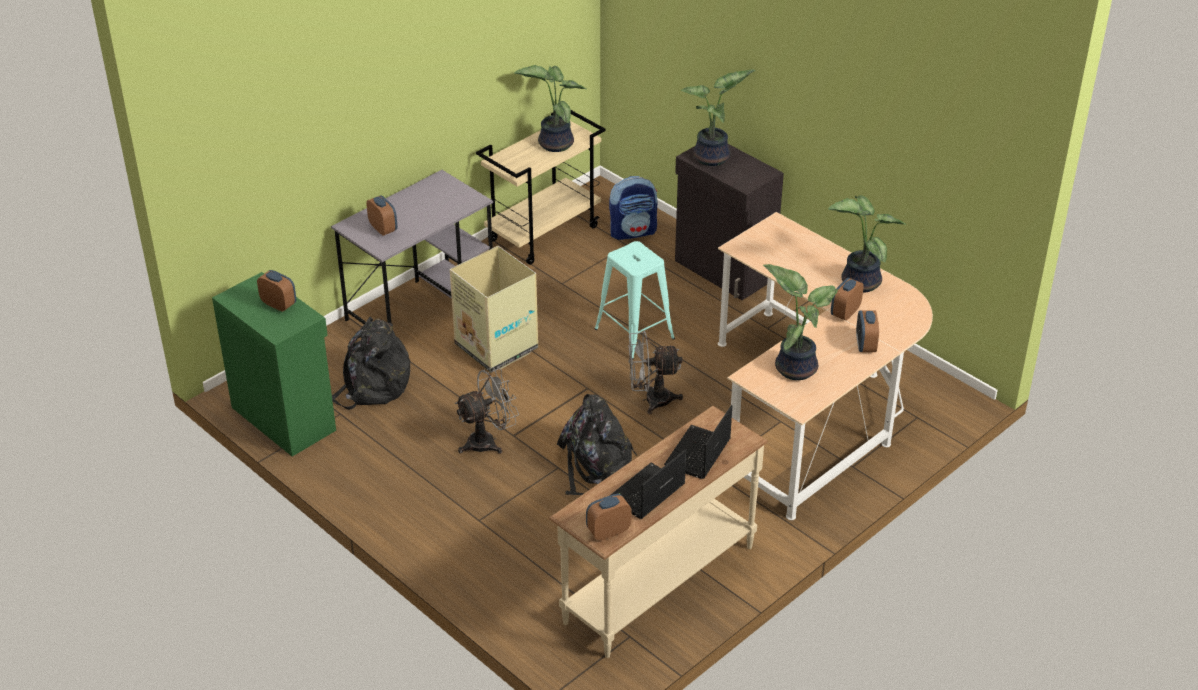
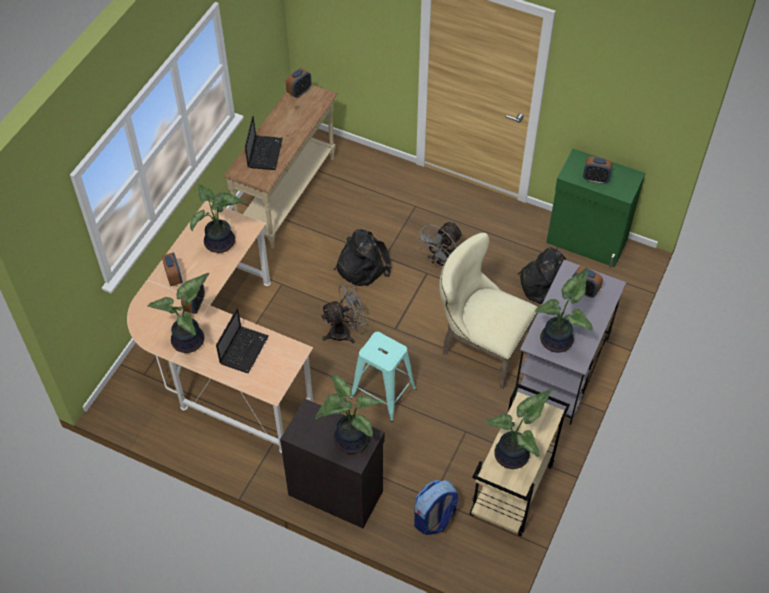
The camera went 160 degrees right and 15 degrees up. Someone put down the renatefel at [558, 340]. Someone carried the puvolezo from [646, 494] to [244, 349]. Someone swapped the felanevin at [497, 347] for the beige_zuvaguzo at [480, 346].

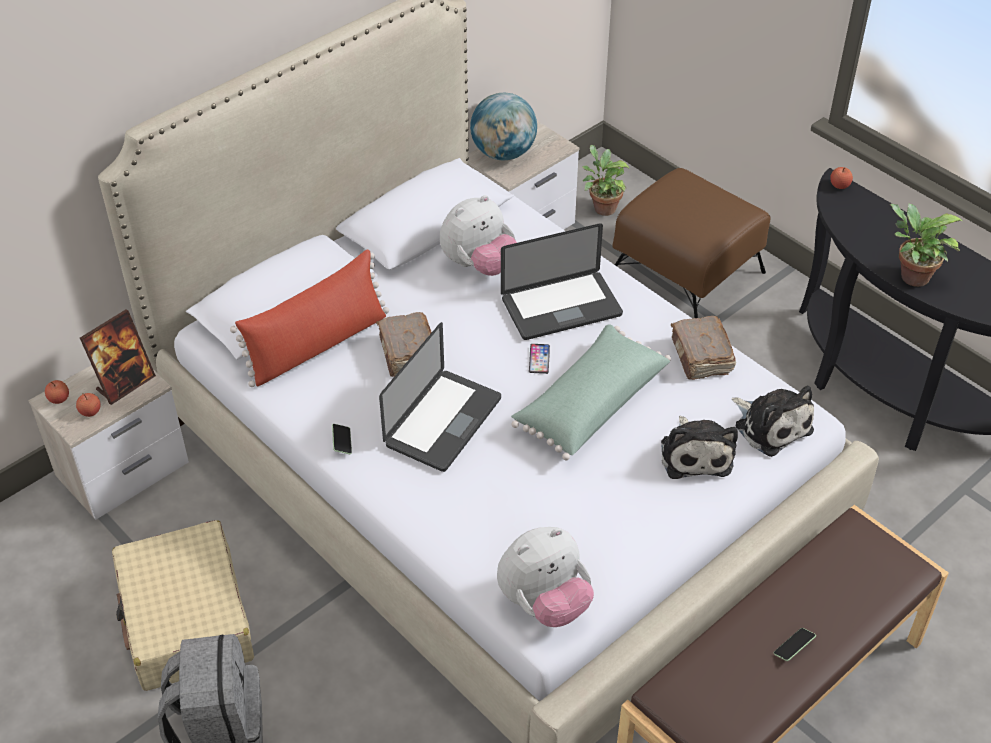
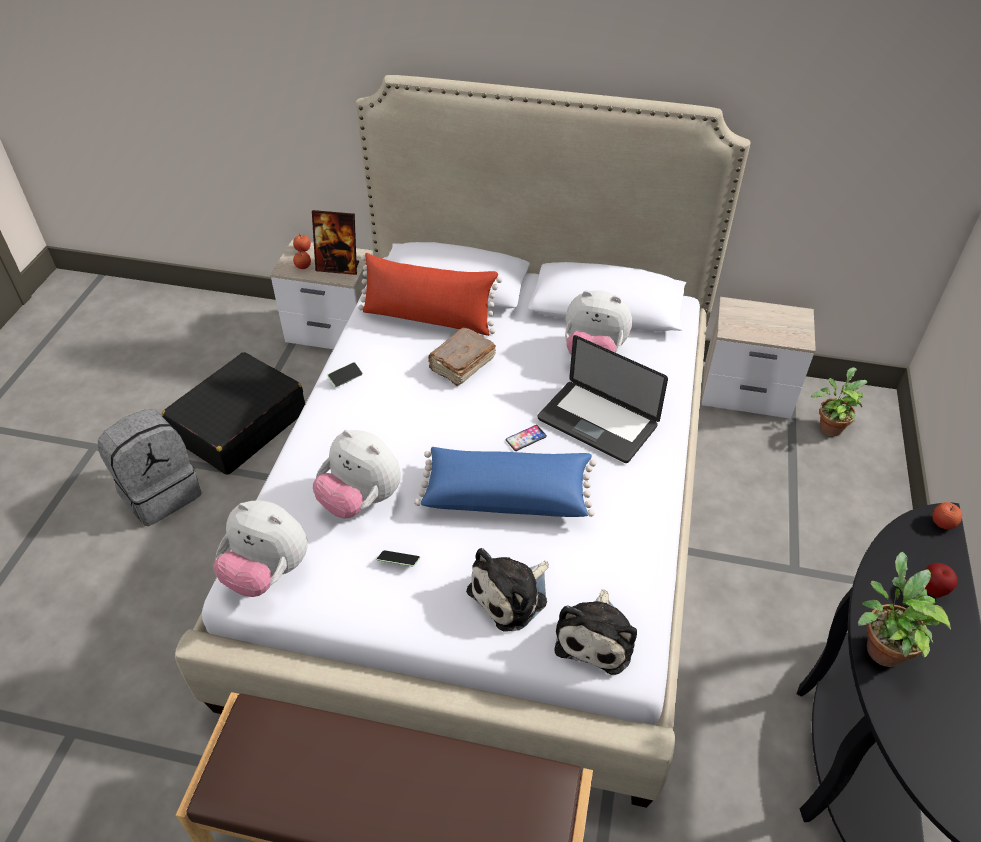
The camera went 55 degrees right and 0 degrees up. Someone took away the puvolezo at [443, 422]. Someone took away the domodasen at [503, 153]. Someone took away the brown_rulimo at [686, 275]. Someone took away the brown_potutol at [701, 357]. Someone put down the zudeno at [361, 500]. Someone put down the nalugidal at [932, 590]. Someone carried the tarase from [793, 648] to [398, 561]. Someone repainted the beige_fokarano at [186, 619], which became the black_fokarano at [239, 425]. Someone repainted the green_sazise at [589, 404], which became the blue_sazise at [507, 494].

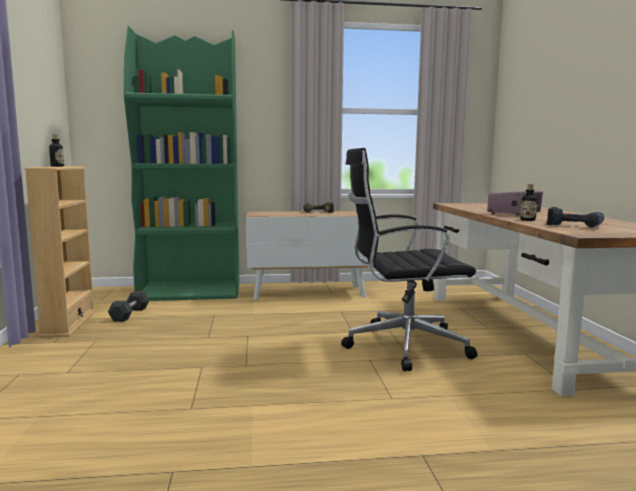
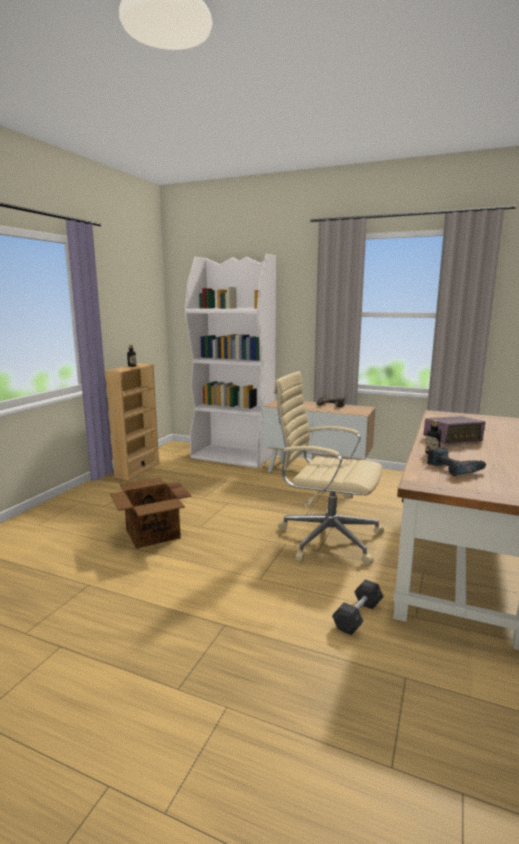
The camera went 30 degrees right and 5 degrees up. Someone put down the felanevin at [152, 534]. Someone carried the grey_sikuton from [130, 314] to [357, 616]. Someone repainted the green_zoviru at [191, 292], which became the white_zoviru at [233, 456]. Someone repainted the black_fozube at [402, 345], which became the beige_fozube at [326, 538].

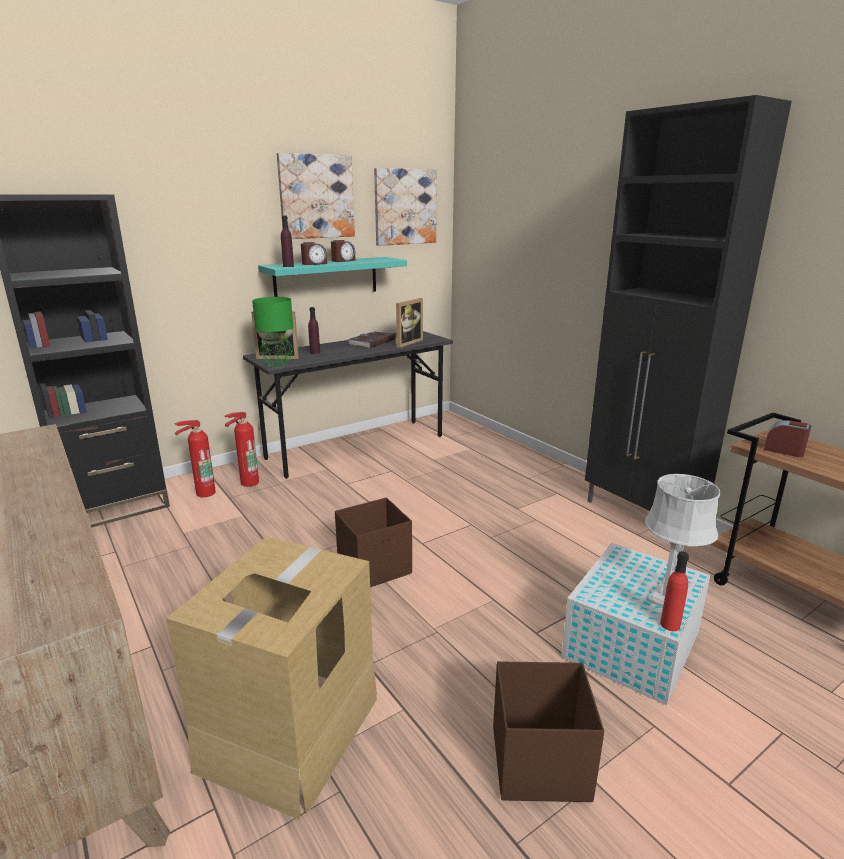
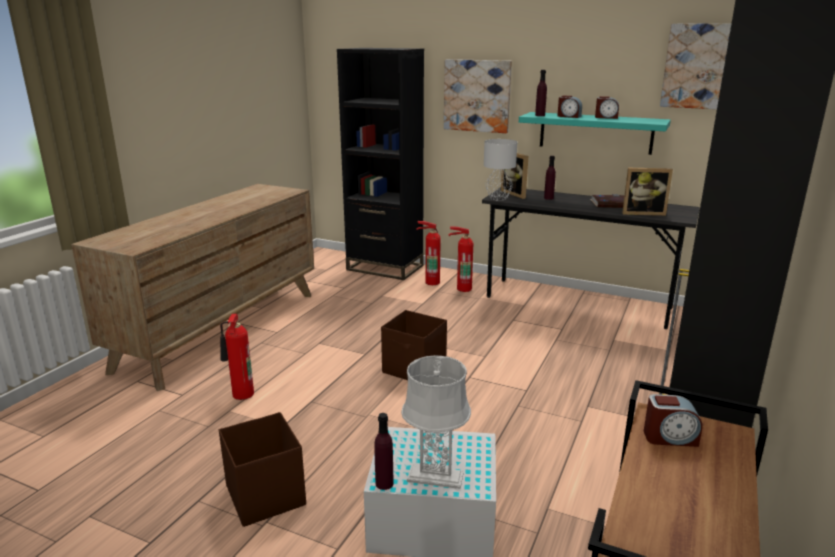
The camera went 60 degrees right and 0 degrees up. Someone carried the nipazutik from [316, 197] to [477, 95]. Someone swapped the felanevin at [289, 731] for the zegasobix at [240, 395]. Someone repainted the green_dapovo at [277, 365], which became the grey_dapovo at [498, 198]. Someone repainted the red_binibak at [670, 625], which became the purple_binibak at [384, 483]. Someone rotated the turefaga at [784, 450] by 90 degrees clockwise.

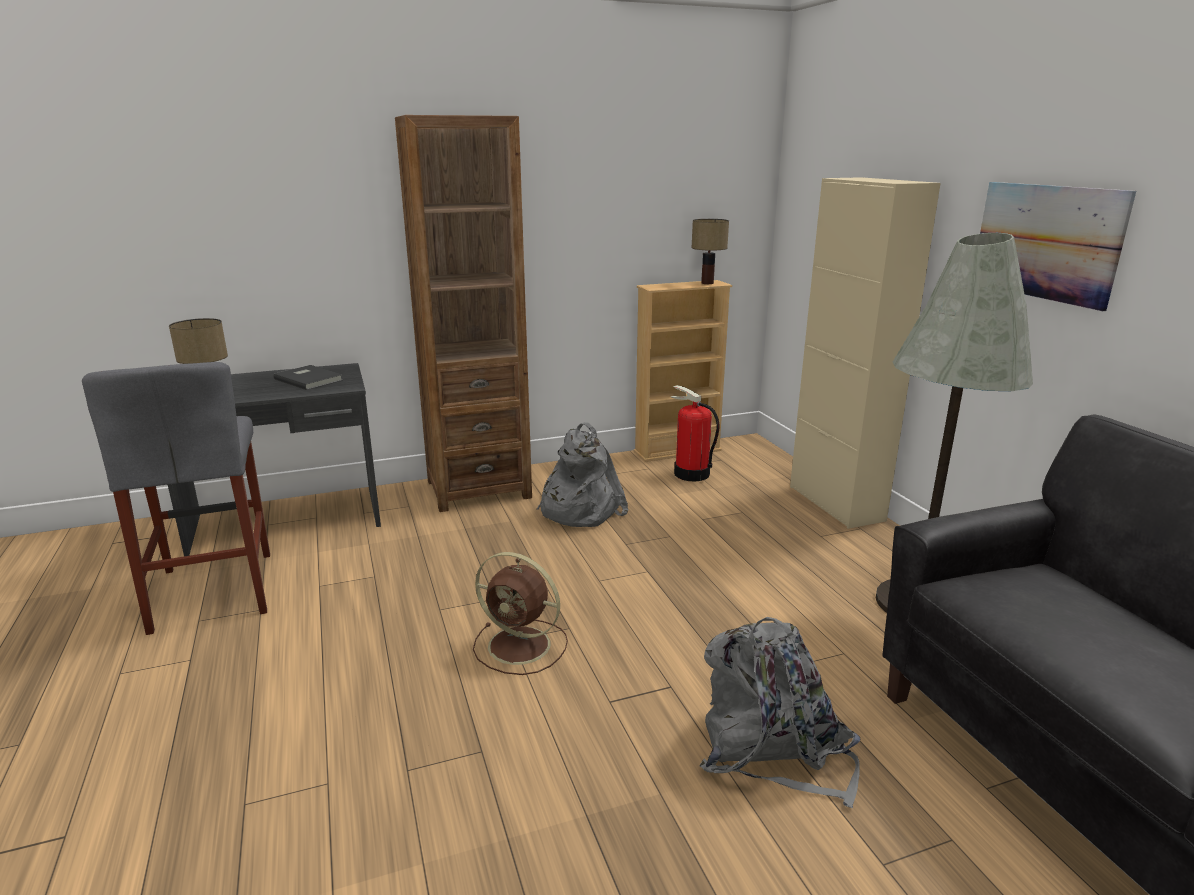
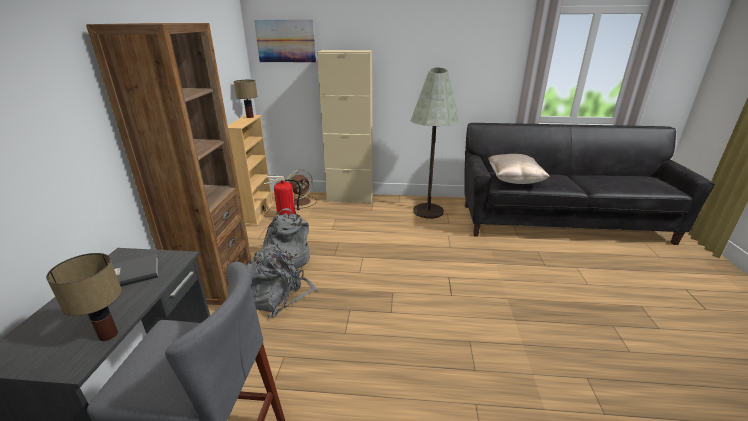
The camera went 65 degrees left and 5 degrees up. Someone put down the beige_sazise at [514, 180]. Someone carried the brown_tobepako from [522, 646] to [301, 202]. Someone carried the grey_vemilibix from [772, 749] to [279, 296]. Someone carried the nipazutik from [1045, 242] to [285, 41].

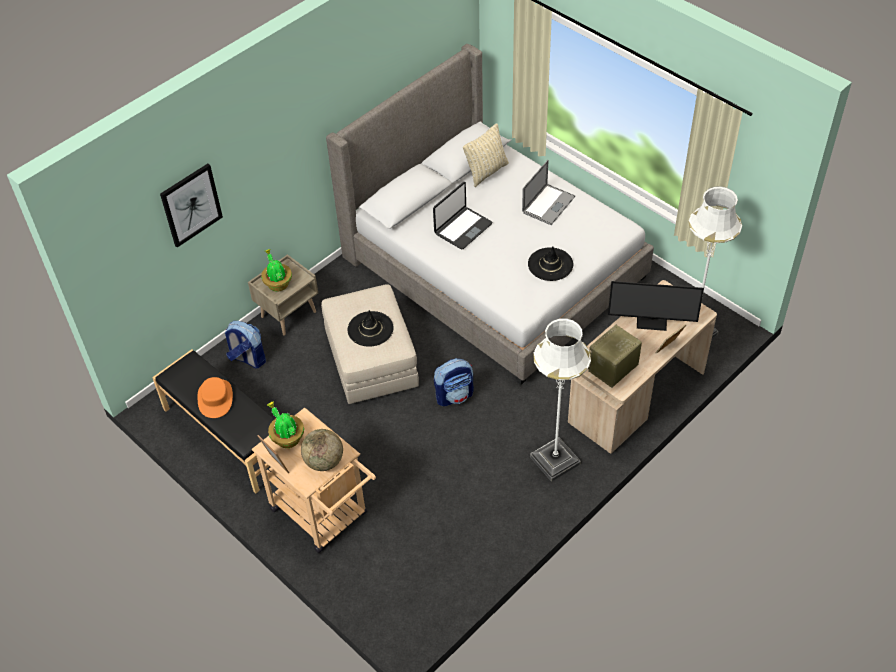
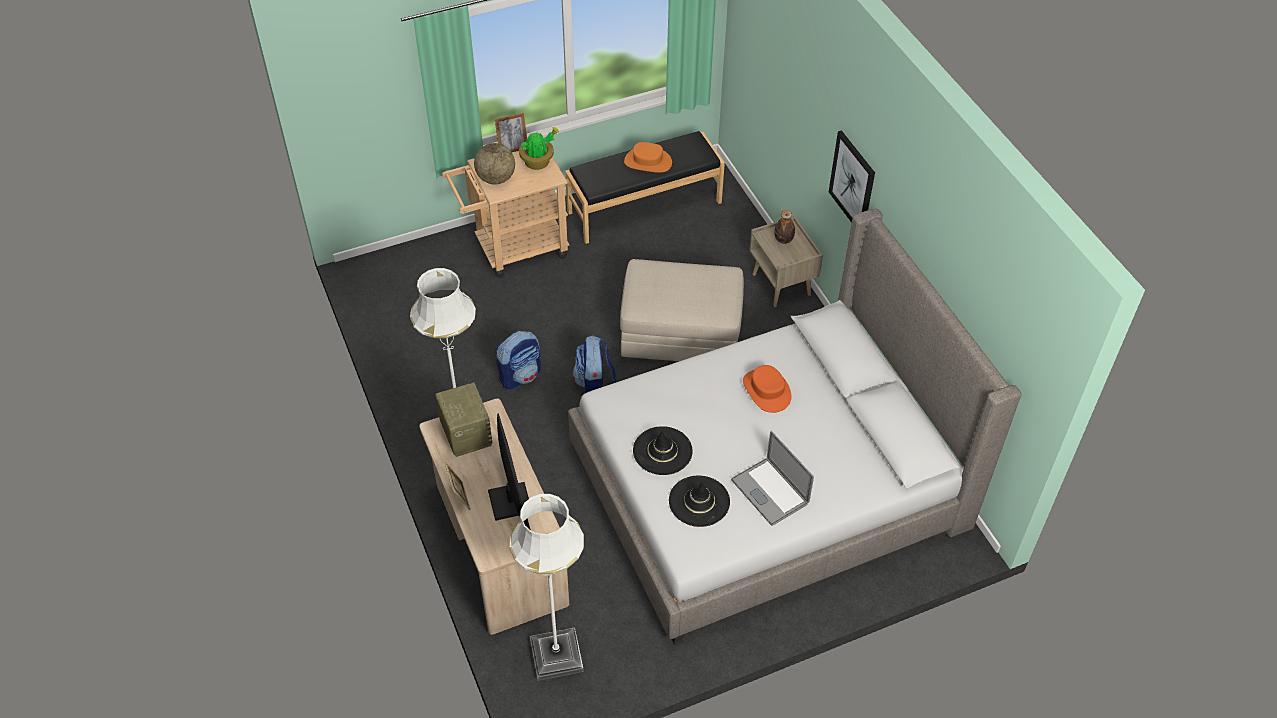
The camera went 110 degrees right and 0 degrees up. Someone took away the beige_sazise at [486, 172]. Someone carried the nipazutik from [191, 205] to [852, 182]. Someone carried the vemilibix from [247, 359] to [520, 375]. Someone carried the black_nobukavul from [370, 329] to [699, 501]. Someone swapped the renatefel at [278, 283] for the binibak at [783, 240]. Someone swapped the puvolezo at [462, 228] for the orange_nobukavul at [767, 390]. Someone rotated the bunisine at [651, 319] by 135 degrees clockwise.

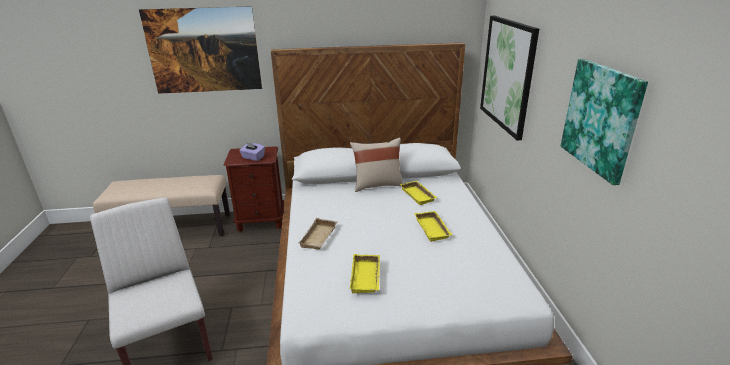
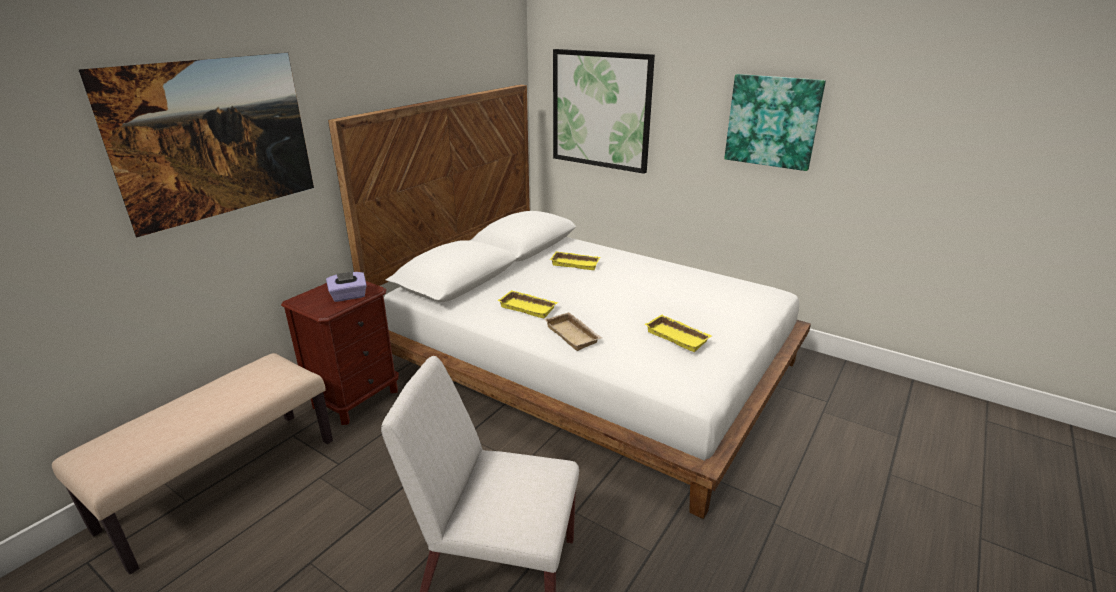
The camera went 50 degrees left and 0 degrees up. Someone took away the beige_sazise at [377, 185]. Someone carried the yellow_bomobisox from [433, 229] to [529, 307].

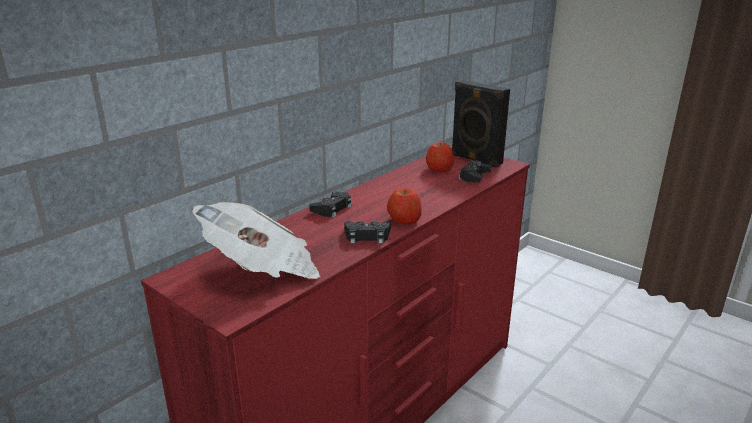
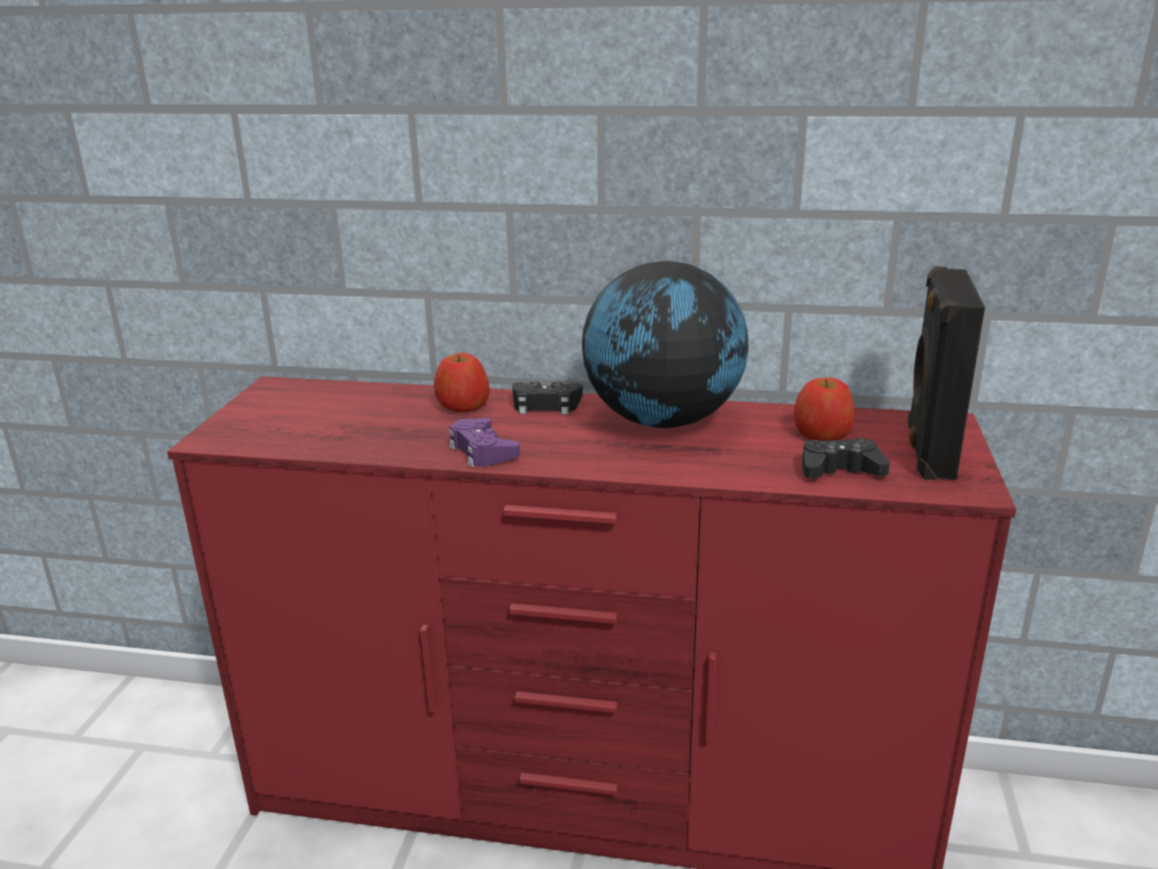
The camera went 60 degrees right and 0 degrees up. Someone took away the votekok at [263, 268]. Someone put down the domodasen at [664, 421]. Someone carried the nalugidal from [404, 220] to [463, 405]. Someone repainted the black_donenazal at [367, 236], which became the purple_donenazal at [482, 451].

